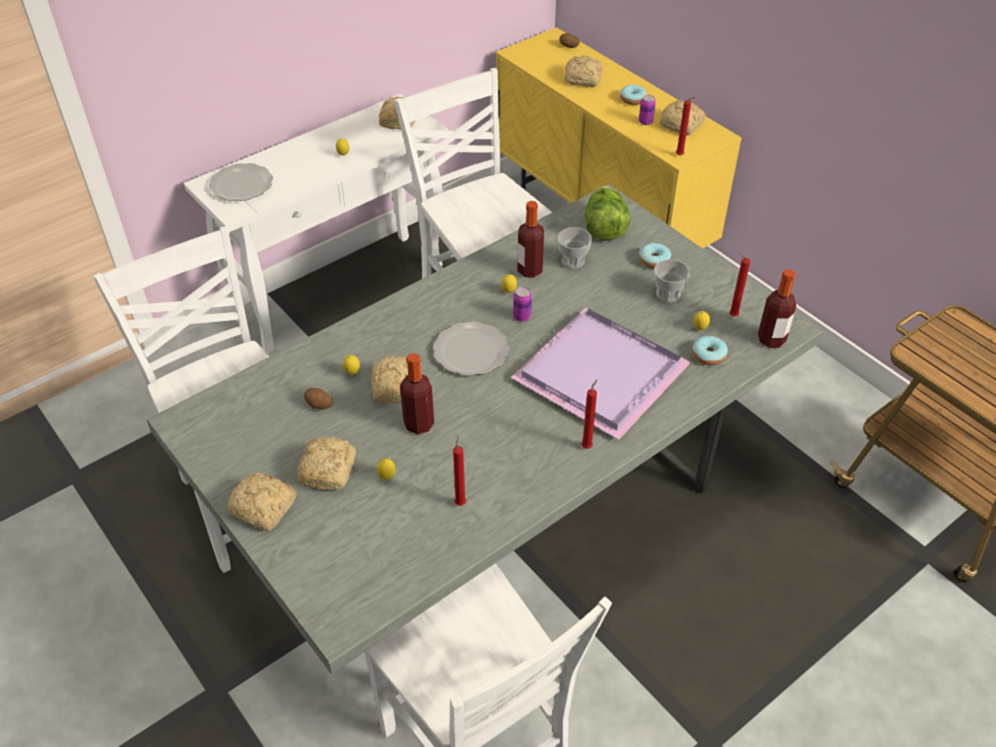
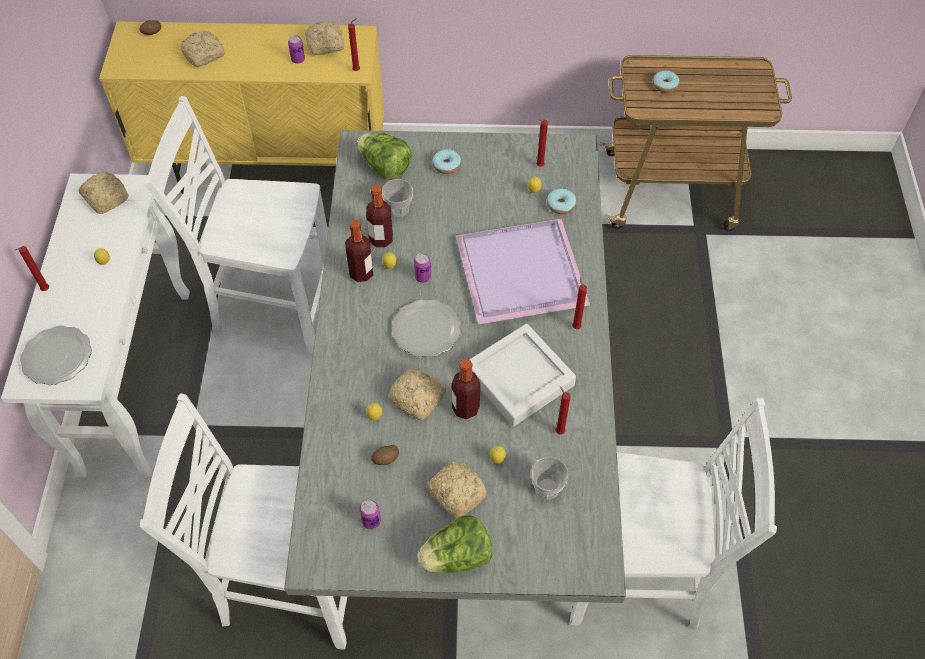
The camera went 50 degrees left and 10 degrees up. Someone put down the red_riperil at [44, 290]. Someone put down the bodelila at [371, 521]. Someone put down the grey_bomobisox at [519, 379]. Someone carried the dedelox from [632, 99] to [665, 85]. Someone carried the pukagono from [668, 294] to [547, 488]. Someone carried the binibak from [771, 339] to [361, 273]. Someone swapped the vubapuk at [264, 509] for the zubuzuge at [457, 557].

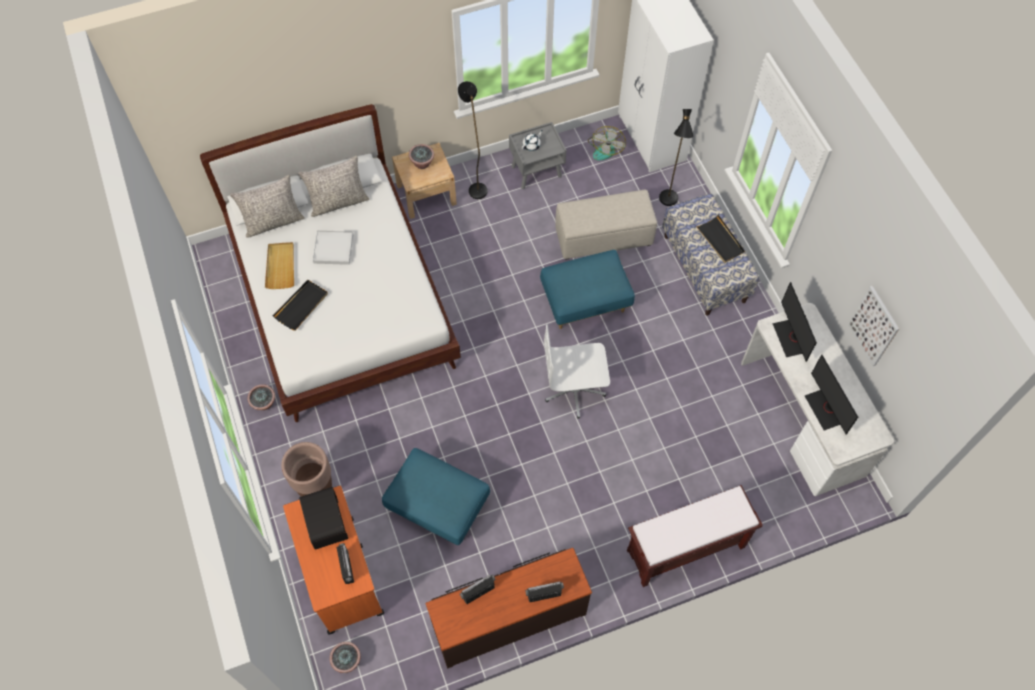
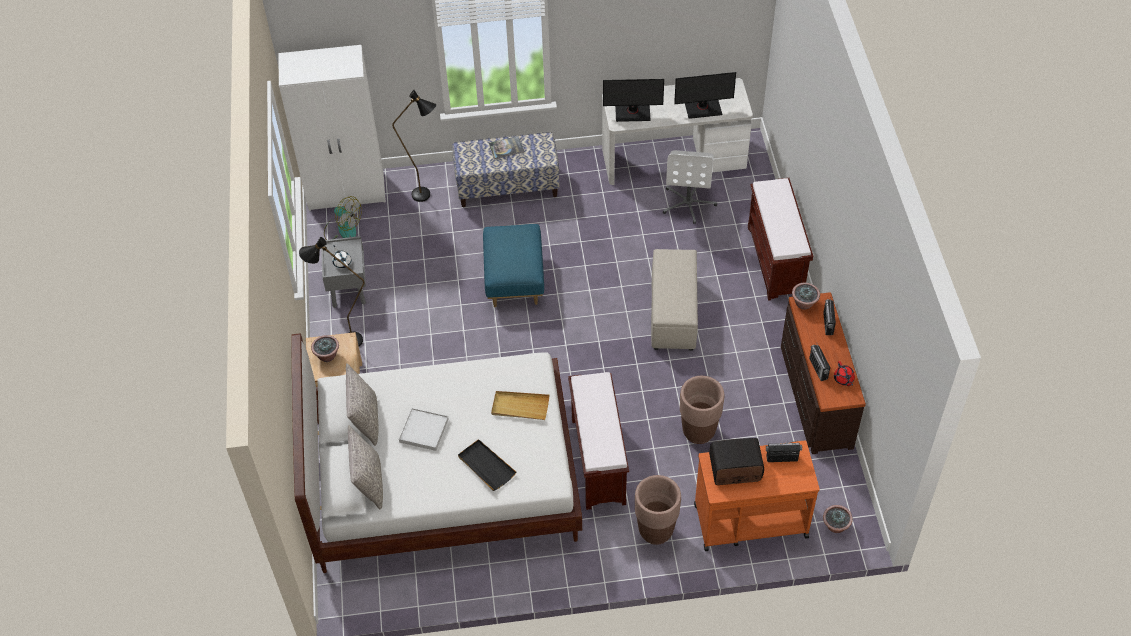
The camera went 75 degrees left and 10 degrees down. Someone took away the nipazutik at [874, 326]. Someone put down the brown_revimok at [597, 460]. Someone put down the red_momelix at [843, 379]. Someone carried the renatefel from [264, 403] to [804, 304]. Someone carried the beige_bomobisox from [281, 266] to [520, 407]. Someone carried the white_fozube from [574, 390] to [688, 203]. Someone carried the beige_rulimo from [604, 237] to [673, 313]. Someone swapped the blue_rulimo at [437, 507] for the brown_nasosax at [698, 432]. Someone swapped the black_bomobisox at [720, 240] for the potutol at [506, 148].

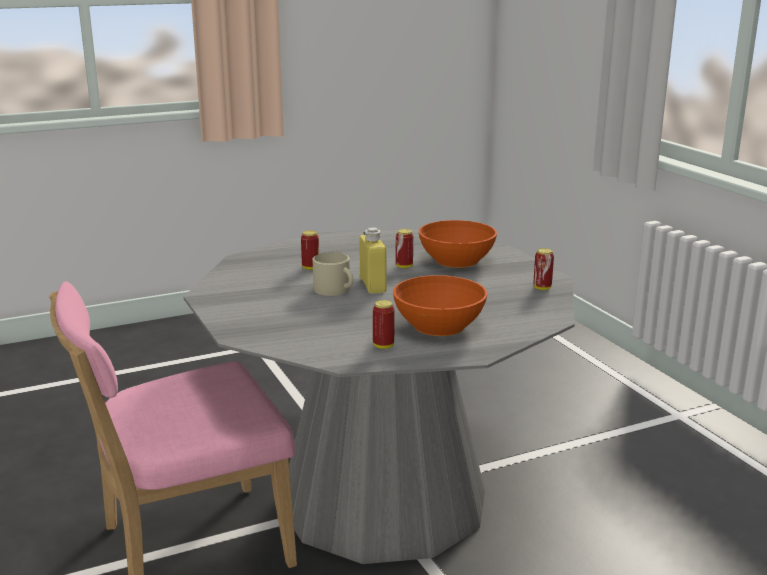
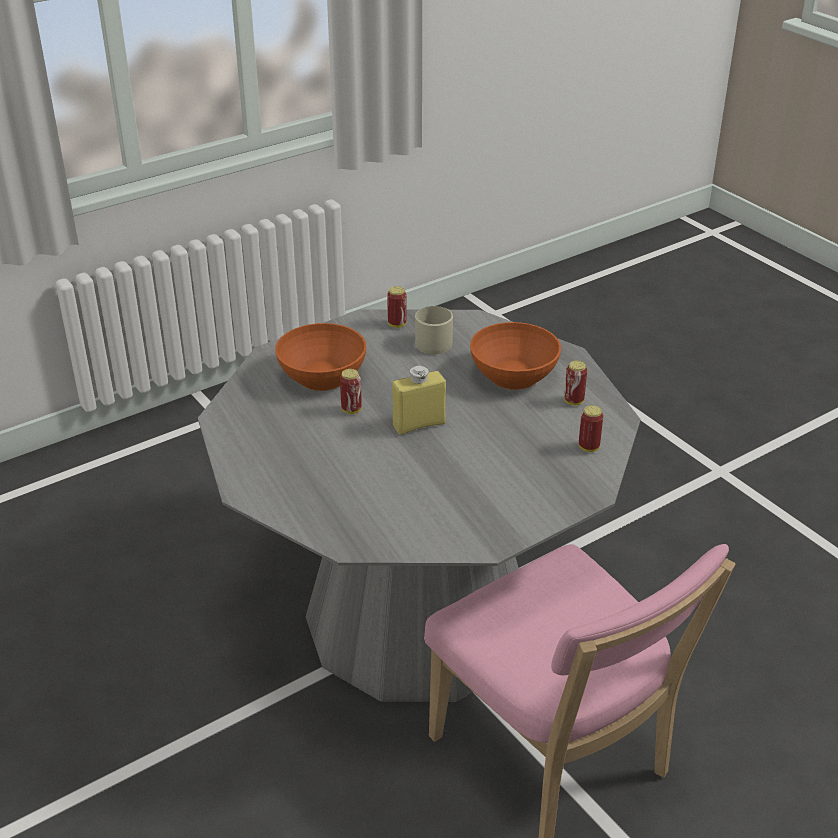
The camera went 100 degrees left and 15 degrees up. Someone carried the bodelila from [310, 268] to [588, 447]. Someone carried the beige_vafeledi from [335, 290] to [436, 342].

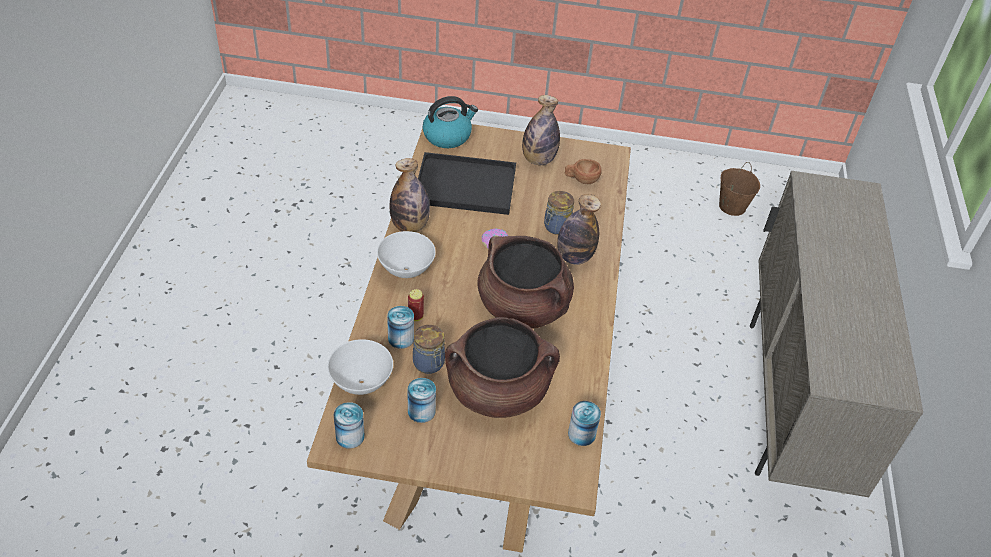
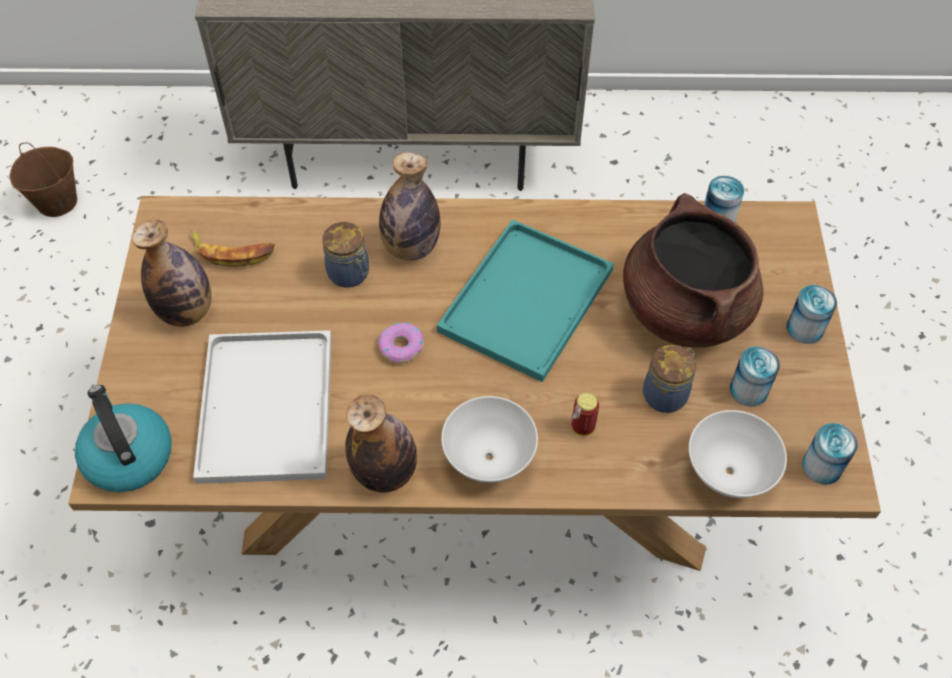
The camera went 95 degrees left and 10 degrees up. Someone carried the bodelila from [401, 338] to [804, 328]. Someone swapped the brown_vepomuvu at [523, 307] for the turquoise_bomobisox at [526, 297]. Someone swapped the brown_pukagono at [581, 180] for the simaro at [232, 251]. Someone repainted the black_bomobisox at [467, 185], which became the white_bomobisox at [265, 404].

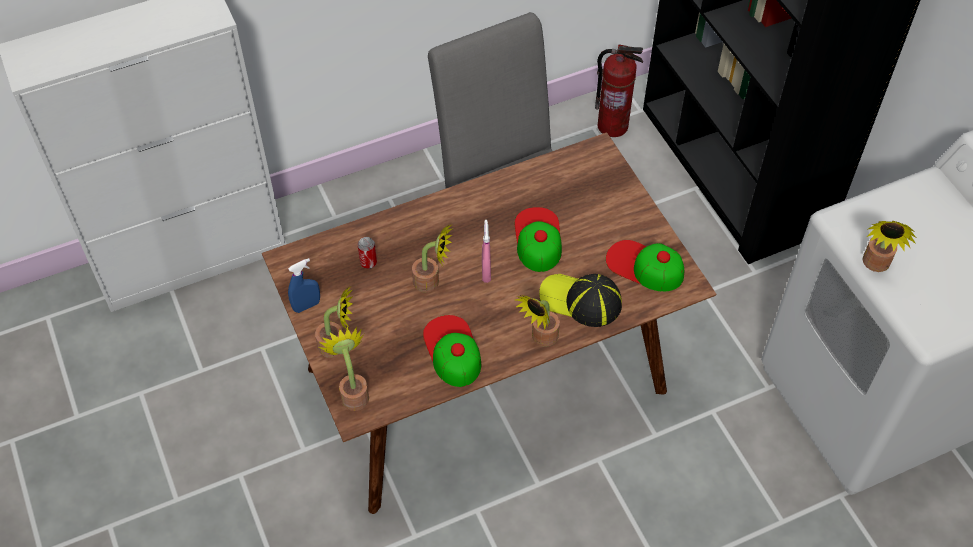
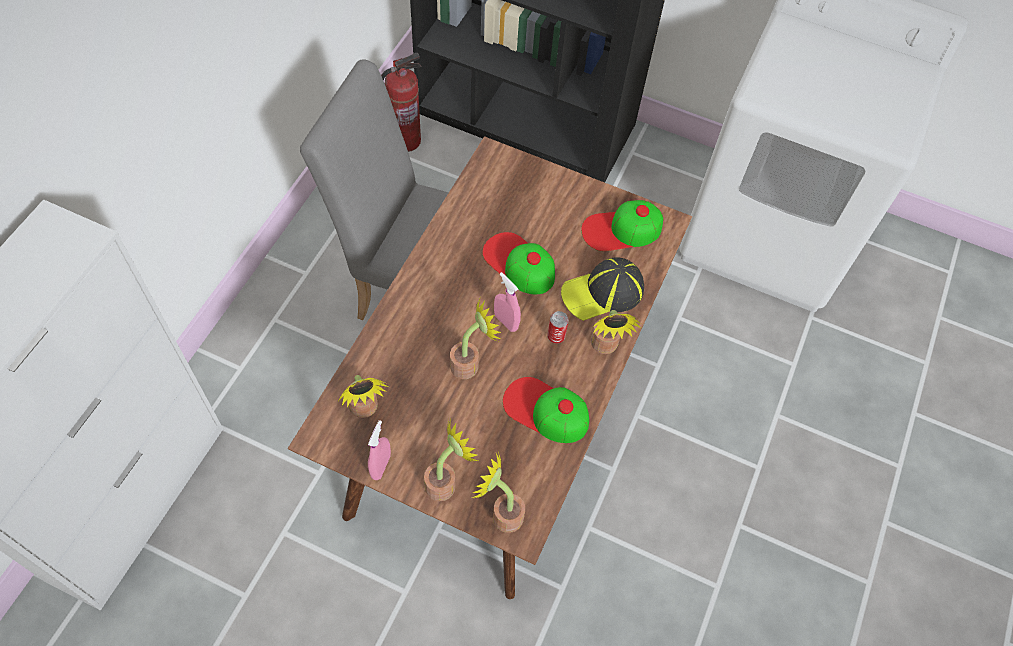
The camera went 45 degrees left and 5 degrees up. Someone carried the bodelila from [368, 263] to [556, 336]. Someone carried the renatefel from [875, 265] to [364, 410]. Someone repainted the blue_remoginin at [306, 306], which became the pink_remoginin at [381, 466].

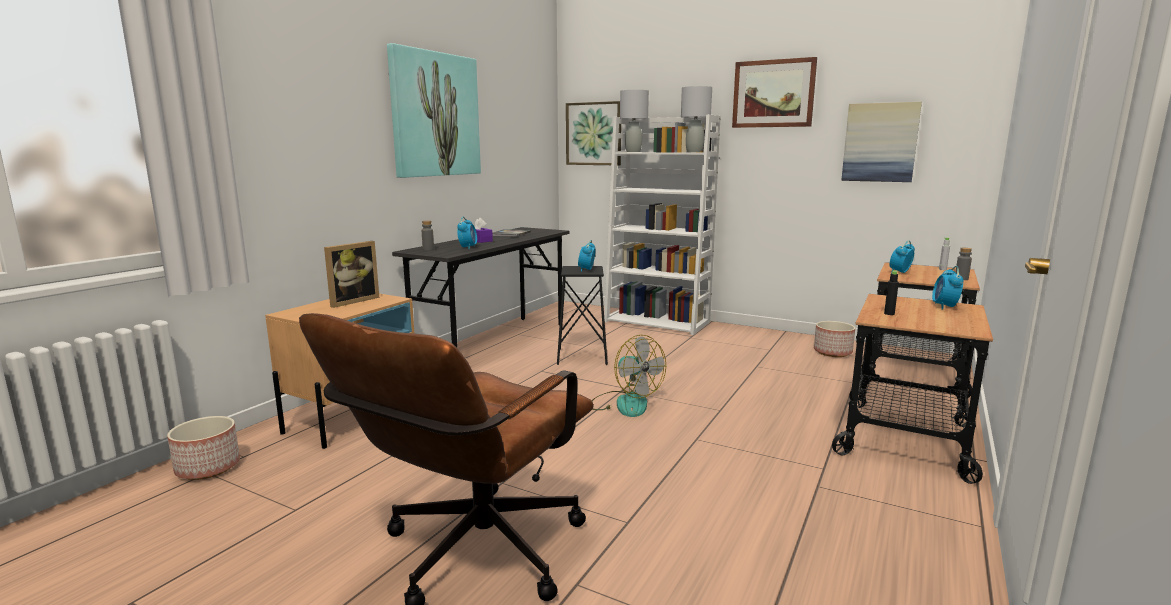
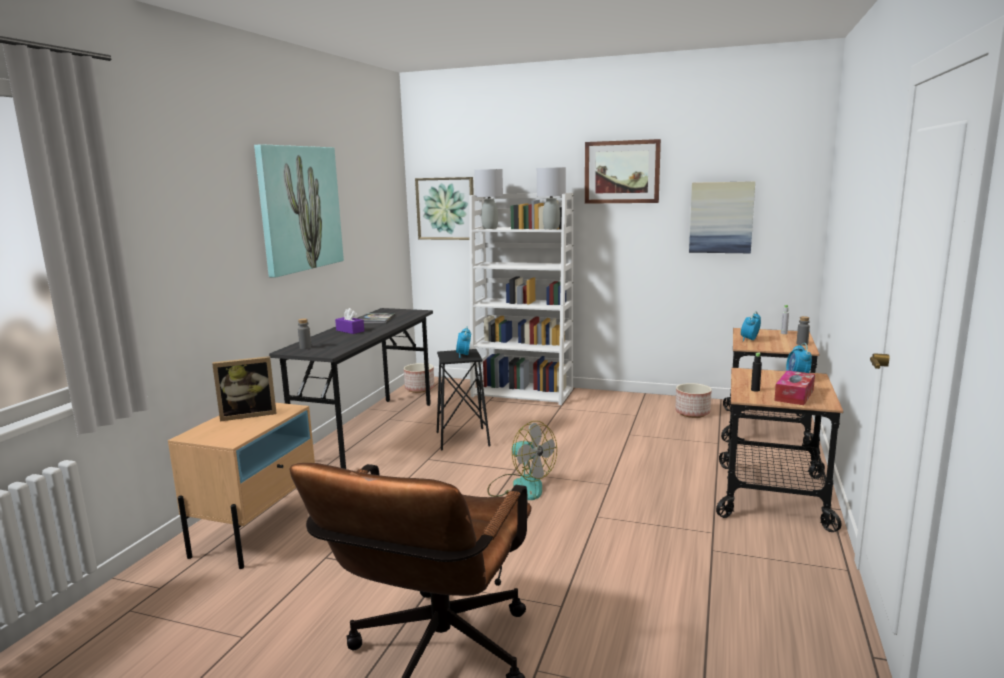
The camera went 10 degrees left and 0 degrees up. Someone took away the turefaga at [468, 248]. Someone put down the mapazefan at [794, 395]. Someone carried the nasosax from [207, 468] to [419, 389]. Someone rotated the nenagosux at [351, 301] by 45 degrees clockwise.

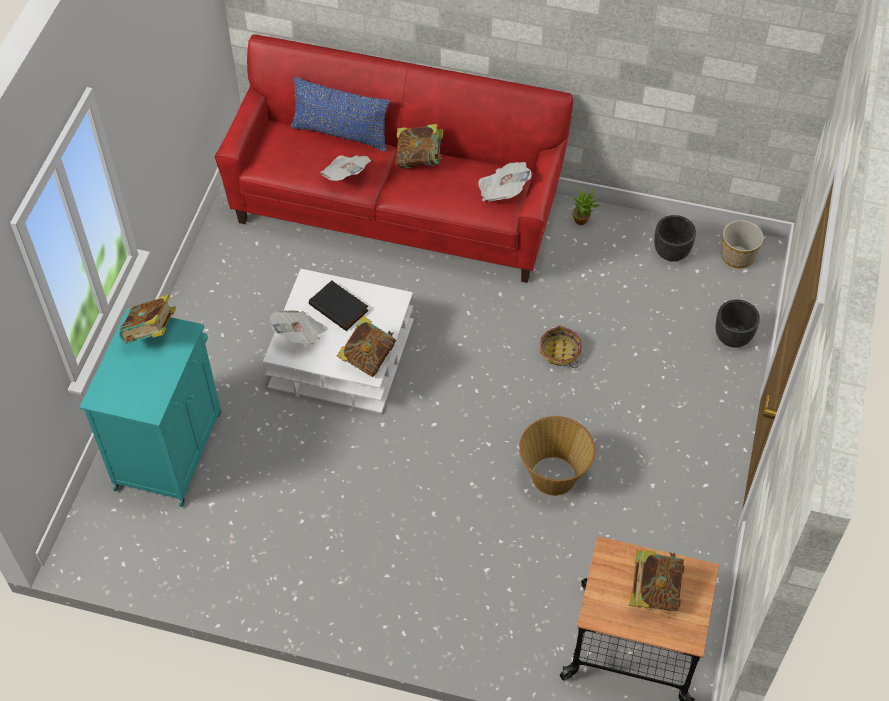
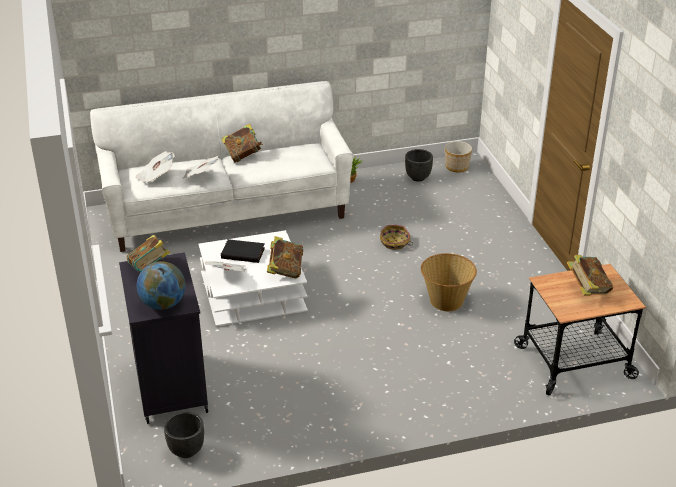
The camera went 30 degrees left and 20 degrees down. Someone took away the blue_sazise at [341, 134]. Someone put down the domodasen at [163, 304]. Someone carried the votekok from [502, 191] to [156, 177]. Someone carried the black_nasosax from [732, 338] to [187, 451]. Someone repainted the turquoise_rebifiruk at [170, 448], which became the black_rebifiruk at [170, 385]. Someone repainted the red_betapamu at [395, 211], which became the white_betapamu at [227, 212].

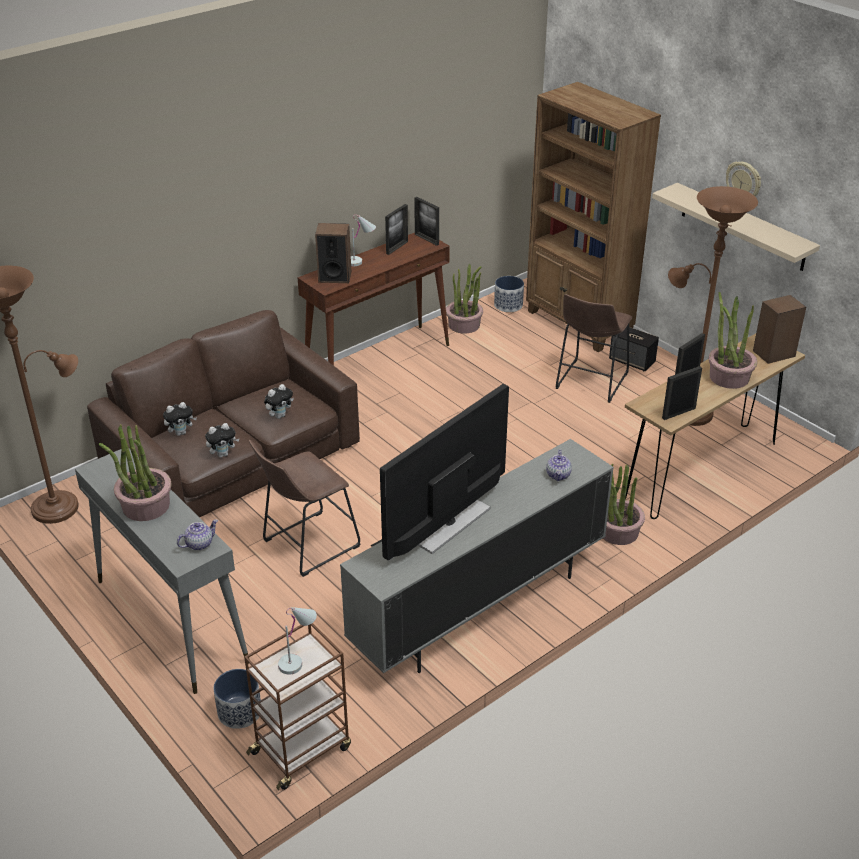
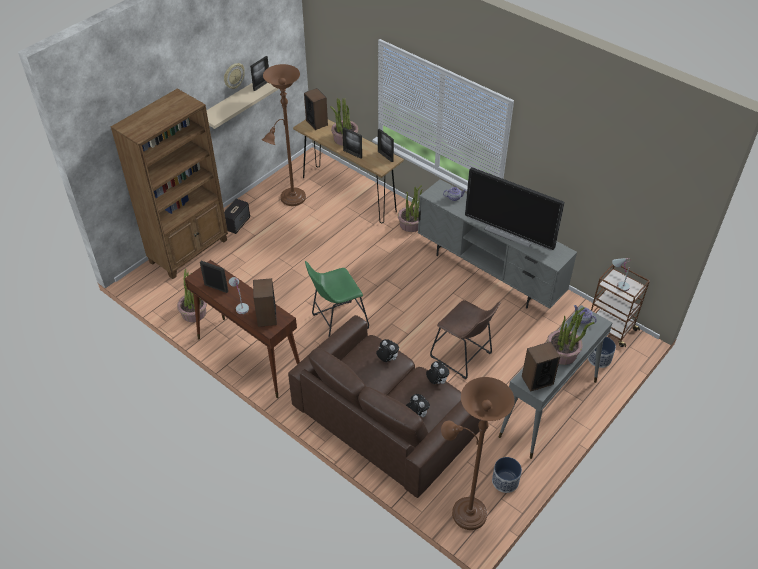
The camera went 100 degrees left and 10 degrees up. Someone took away the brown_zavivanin at [589, 383]. Someone put down the green_zavivanin at [337, 322]. Someone put down the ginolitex at [537, 380]. Someone carried the nenagosux from [426, 239] to [261, 85]. Someone carried the nasosax from [508, 305] to [505, 481].

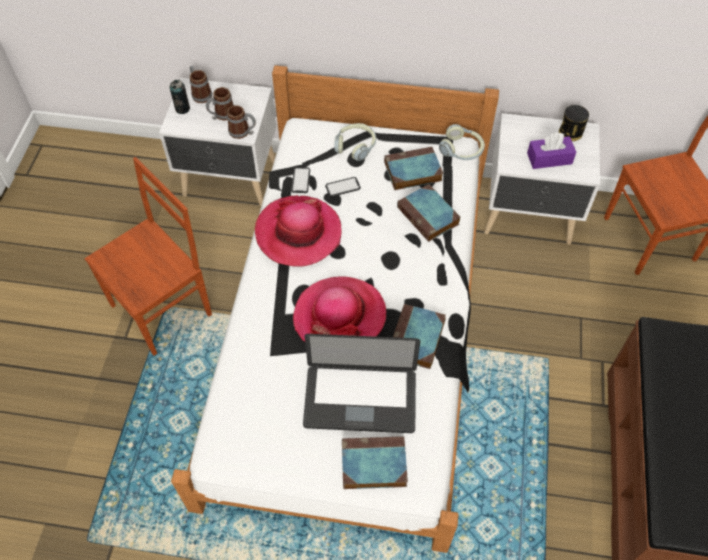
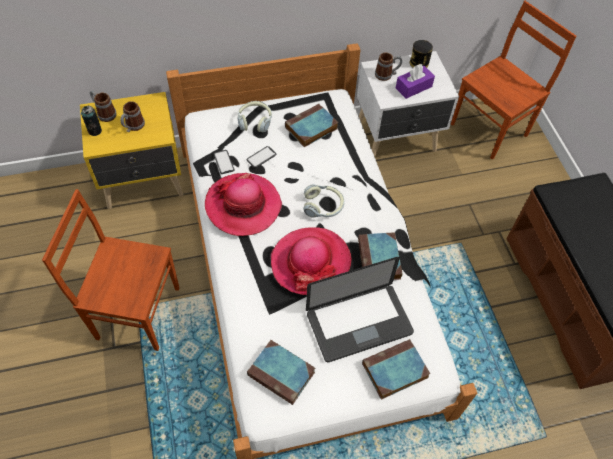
The camera went 25 degrees left and 0 degrees up. Someone carried the vafeledi from [243, 132] to [386, 75]. Someone carried the potutol from [429, 216] to [282, 374]. Someone carried the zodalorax from [462, 150] to [323, 206]. Someone repainted the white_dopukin at [231, 180], which became the yellow_dopukin at [144, 182]. Someone rotated the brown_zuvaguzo at [163, 310] by 105 degrees counterclockwise.

